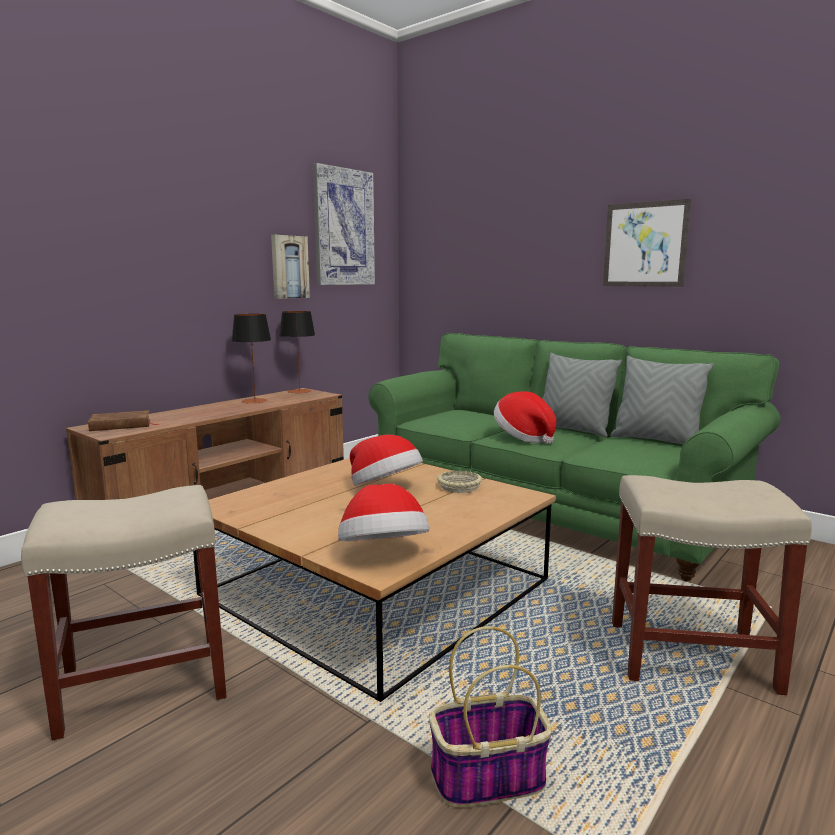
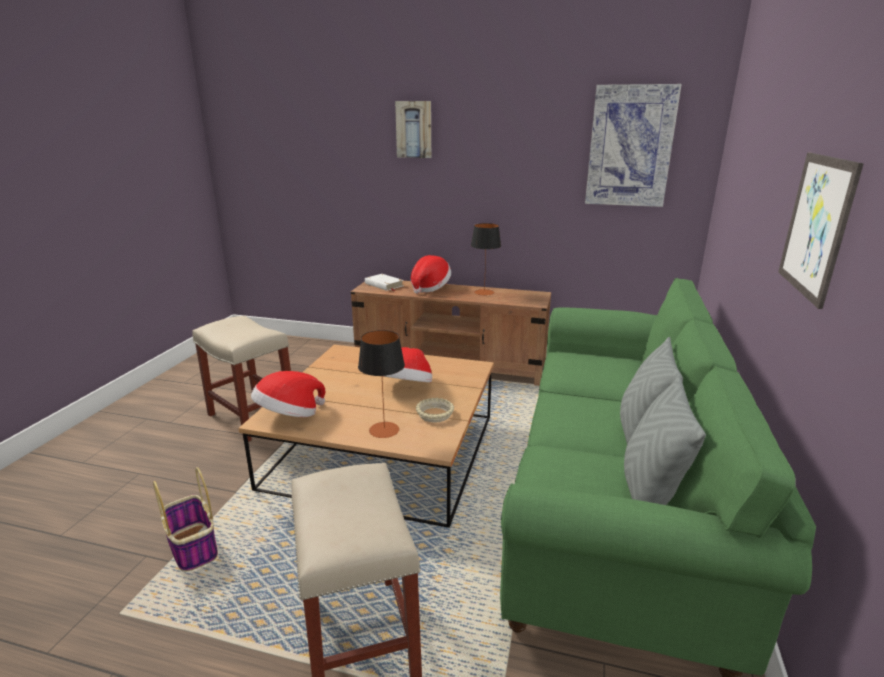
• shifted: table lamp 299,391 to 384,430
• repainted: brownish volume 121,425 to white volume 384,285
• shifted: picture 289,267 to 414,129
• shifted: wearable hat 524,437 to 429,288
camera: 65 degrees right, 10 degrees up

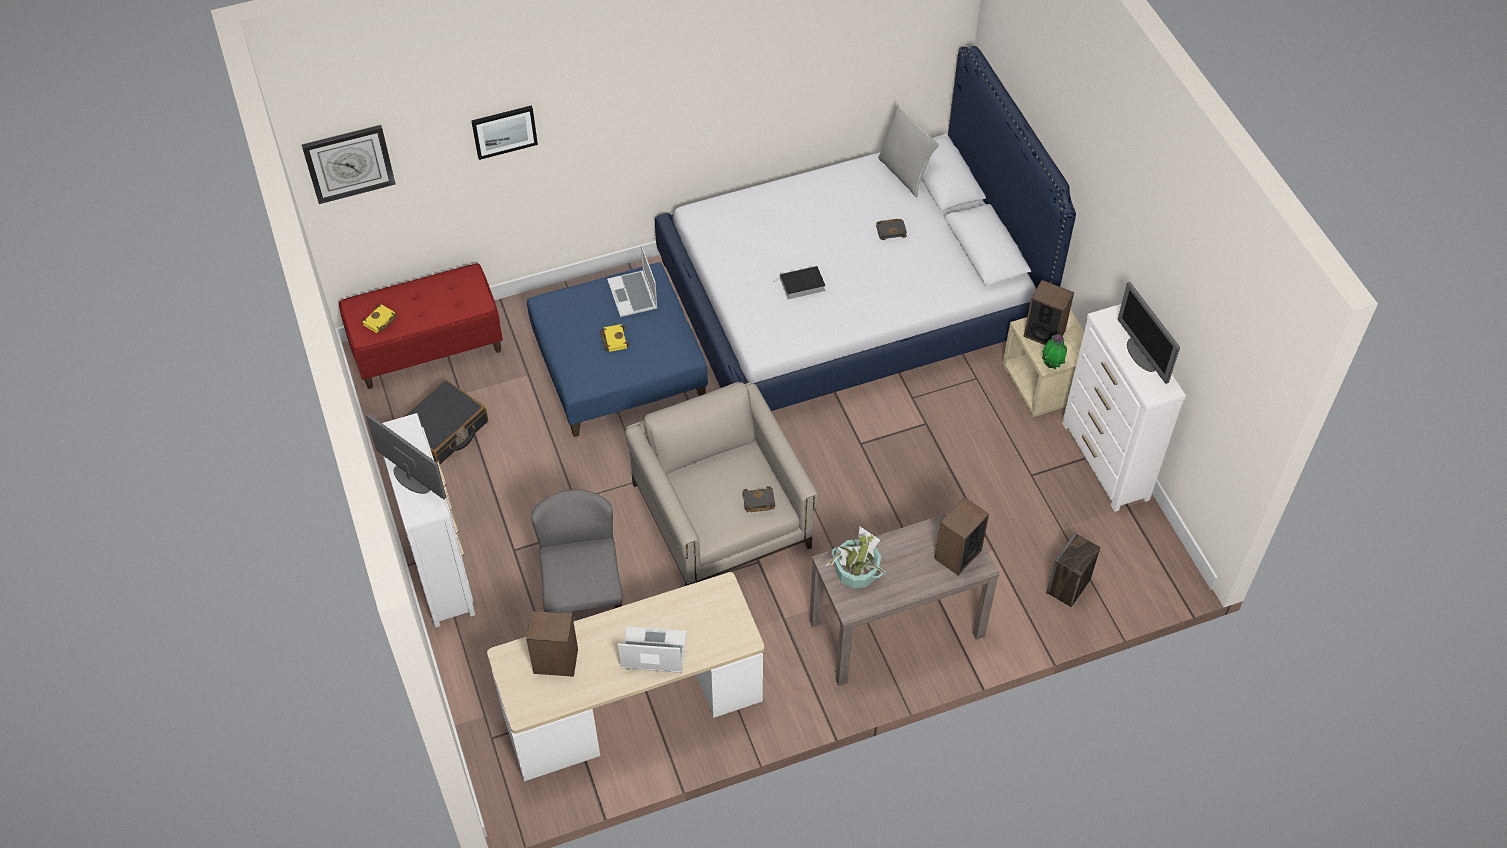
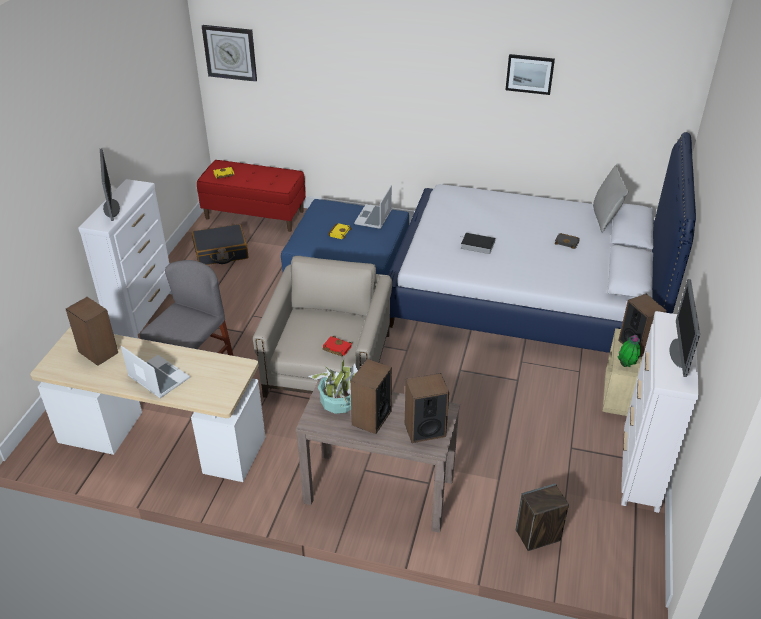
• repainted: black volume 758,502 to red-coloured volume 336,348
• new: speaker 371,418
• shifted: picture 504,131 to 529,74
camera: 35 degrees right, 15 degrees down

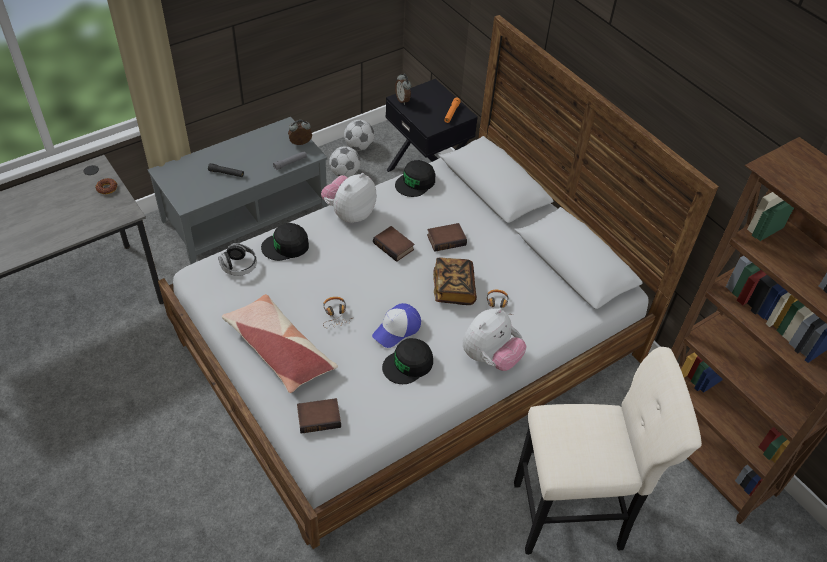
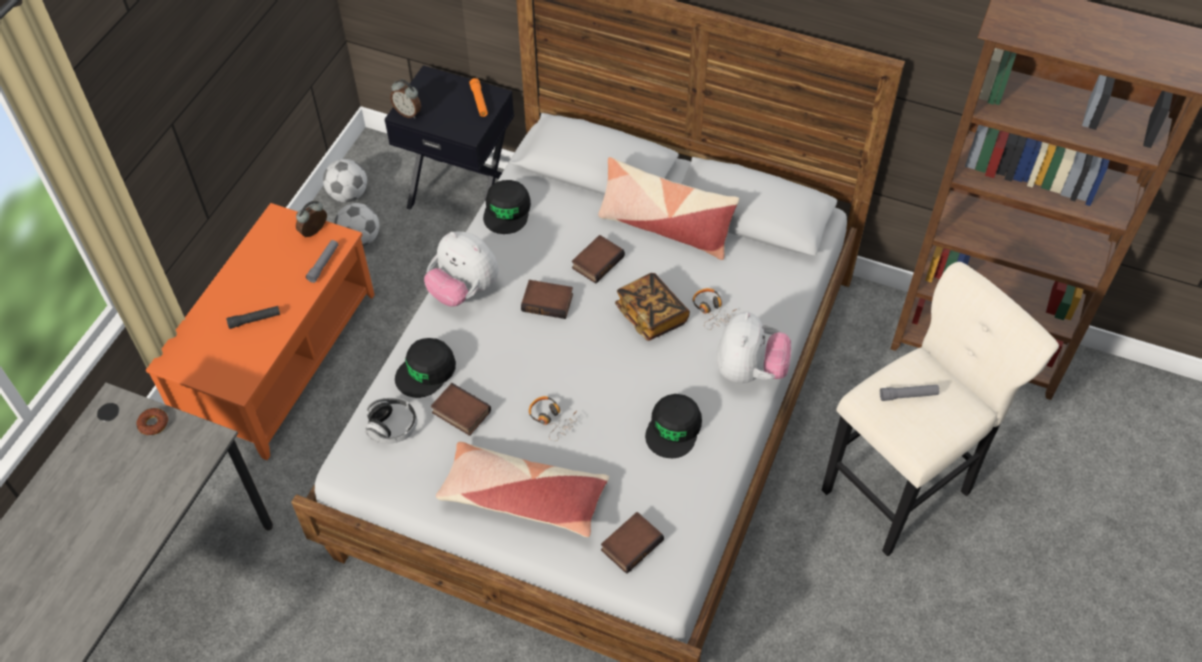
• repainted: greyish coffee table 246,215 to orangey coffee table 281,358
• rotated: plush toy 349,214 = 464,290 60 degrees counterclockwise
• new: volume 459,412
• new: throw pillow 665,227
• new: greyish flashlight 908,395
• gone: cap 397,329
camera: 30 degrees left, 5 degrees up

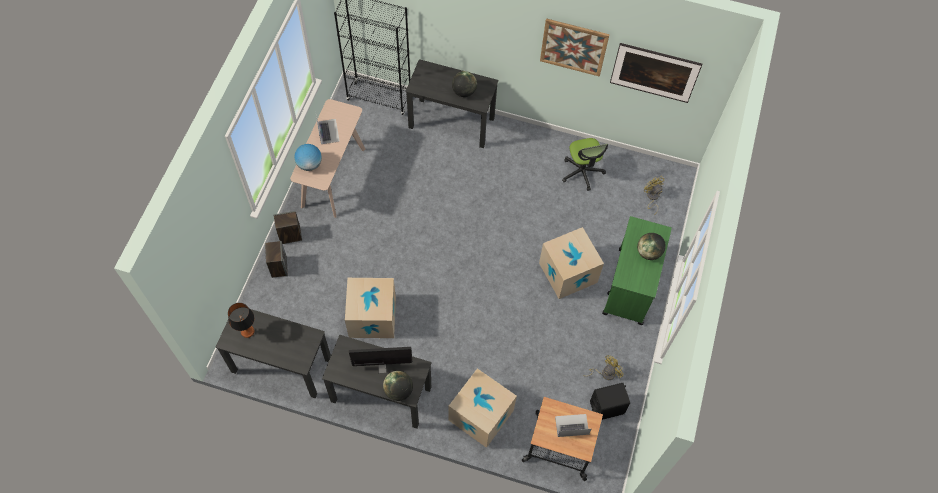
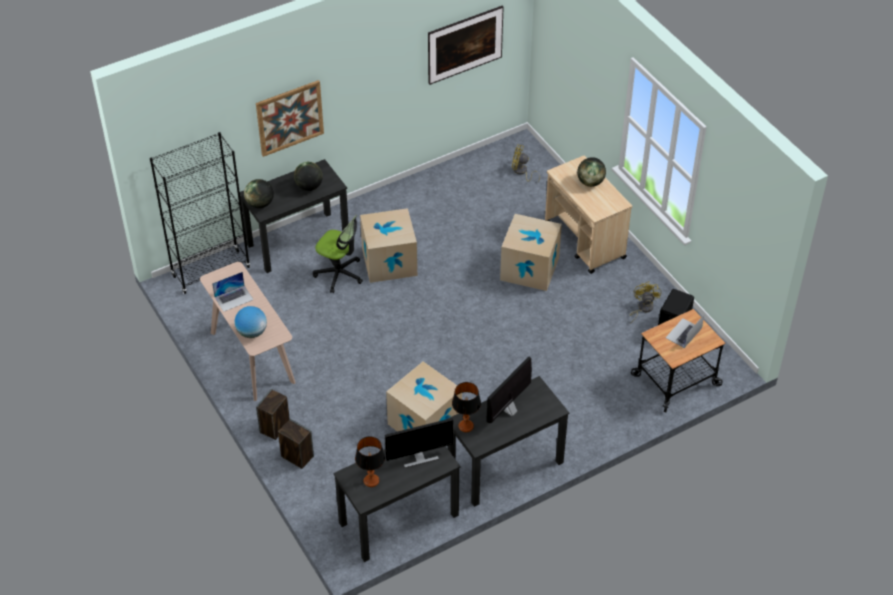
• rotated: portable computer 328,131 = 234,298 120 degrees clockwise
• shifted: world globe 398,390 to 260,204
• shifted: picture 573,47 to 290,118
• shifted: office chair 582,172 to 339,274
• shifted: cardboard box 481,415 to 389,262
• new: monitor 419,457
• new: table lamp 466,426
• repainted: green wheeled cart 630,287 to beige-coloured wheeled cart 585,241
camera: 45 degrees left, 15 degrees down

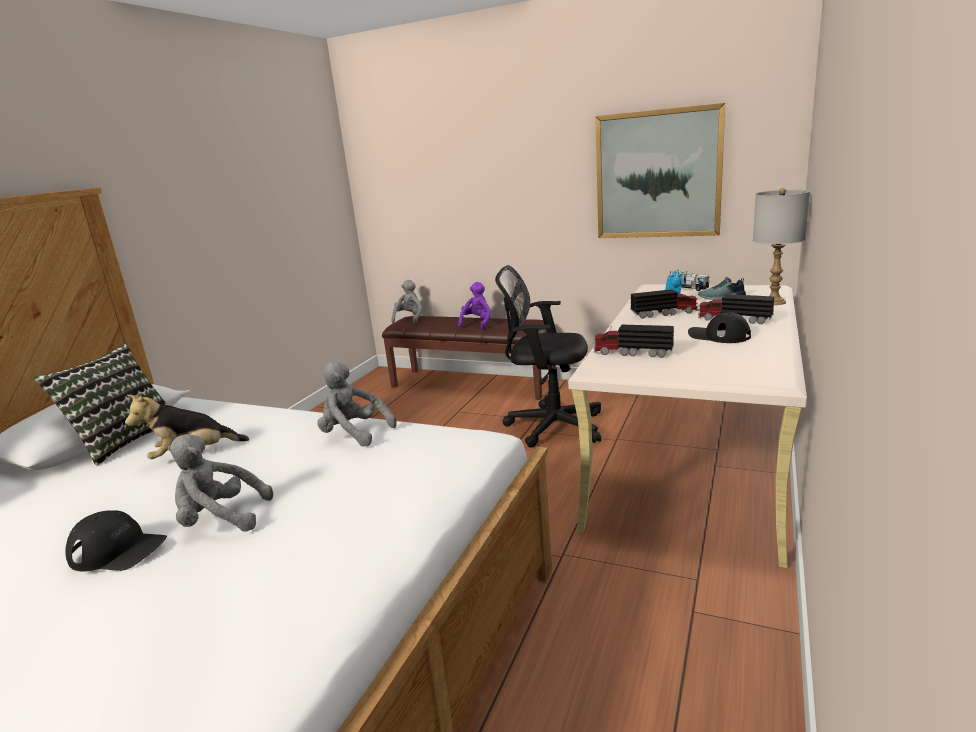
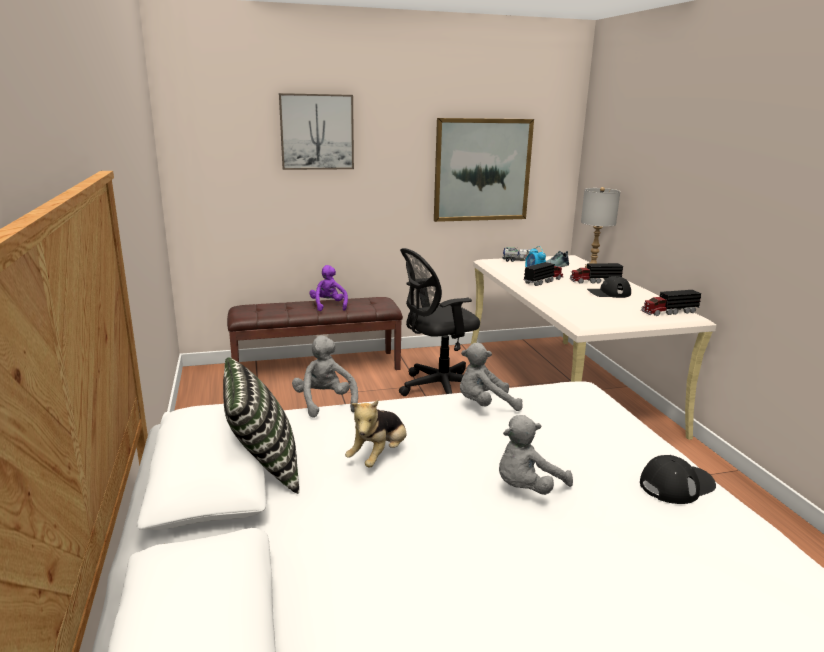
• new: picture 317,132
• shifted: greyish plush toy 409,319 to 325,403
• shifted: black cap 118,550 to 676,485
• shifted: toy lorry 632,352 to 668,312
camera: 40 degrees left, 0 degrees up

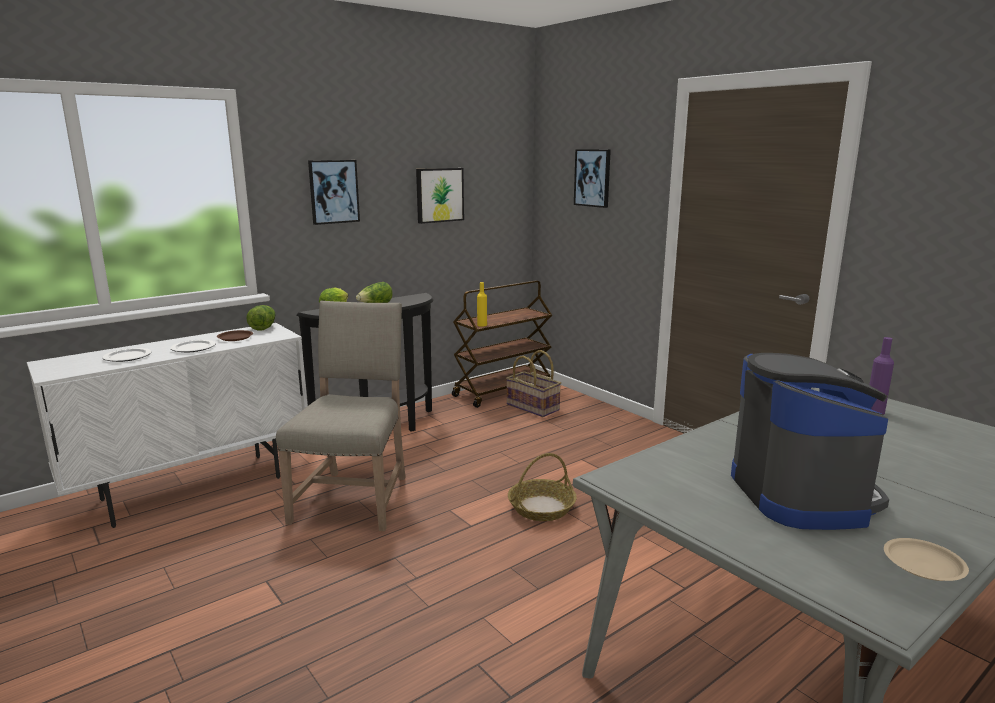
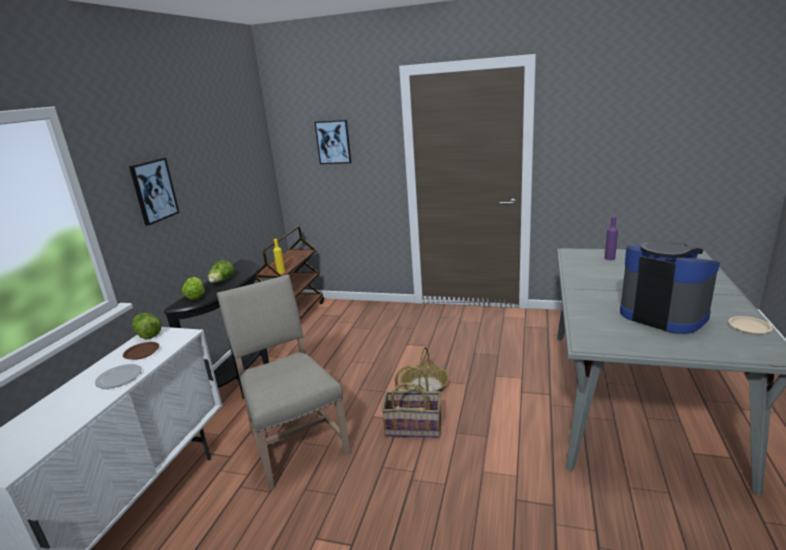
• shifted: household basket 533,407 to 414,427
• gone: flat dish 128,357
• gone: picture 439,195
camera: 35 degrees left, 5 degrees up

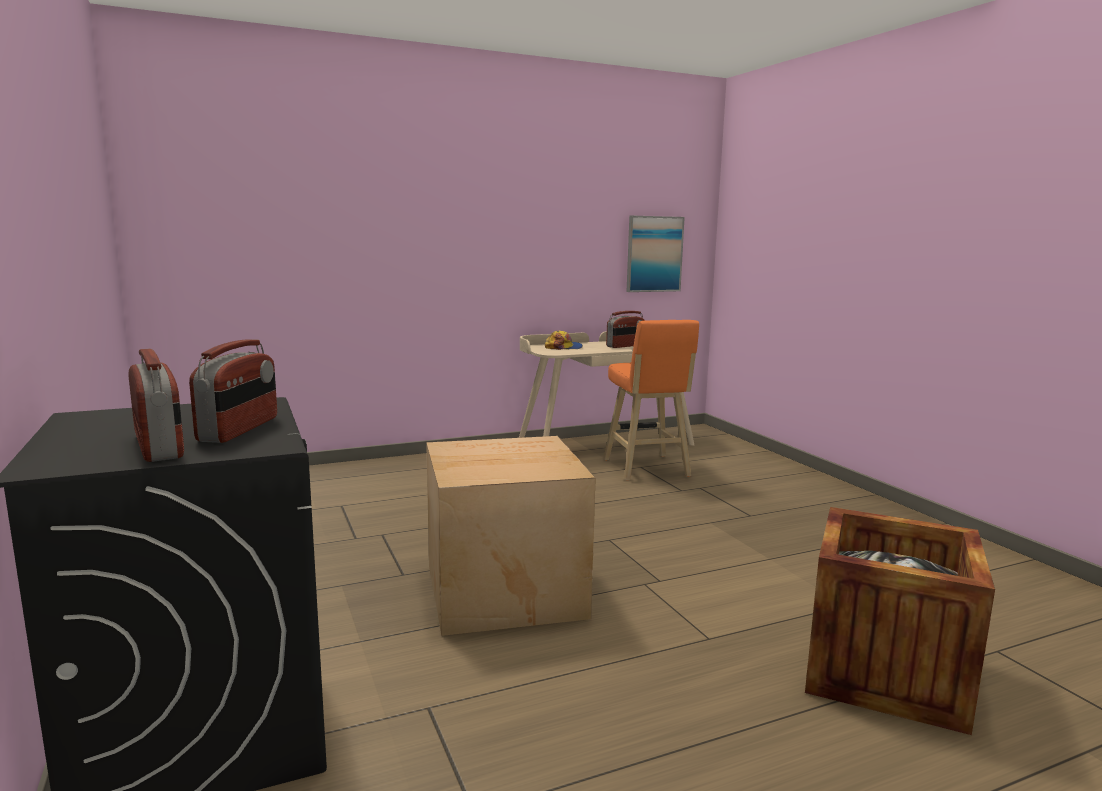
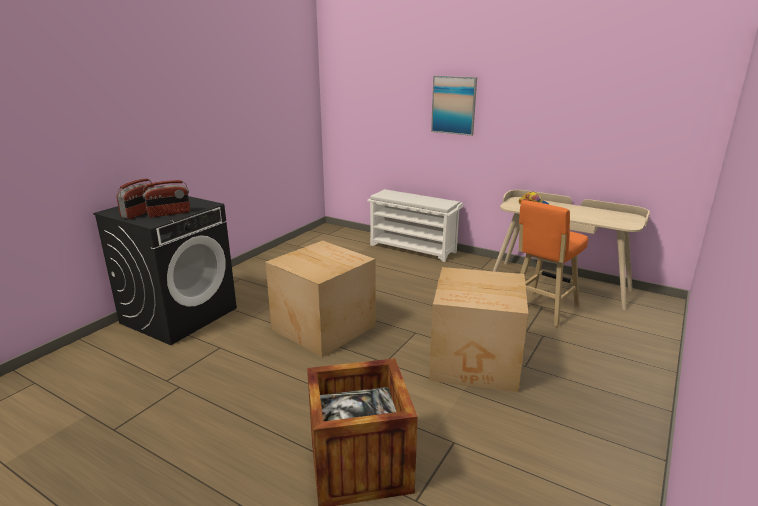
• new: white shoe rack 413,248
• new: cardboard box 476,362
• shifted: picture 654,254 to 454,105
• gone: radio receiver 625,346
camera: 55 degrees right, 10 degrees up

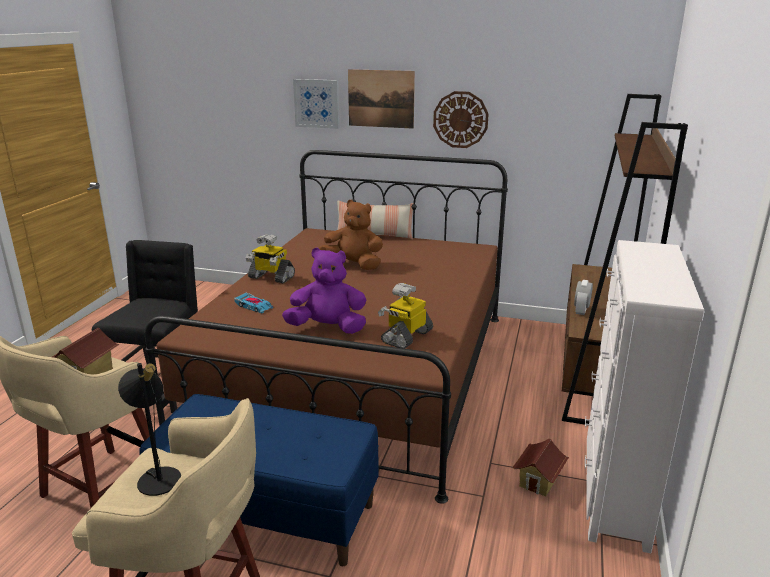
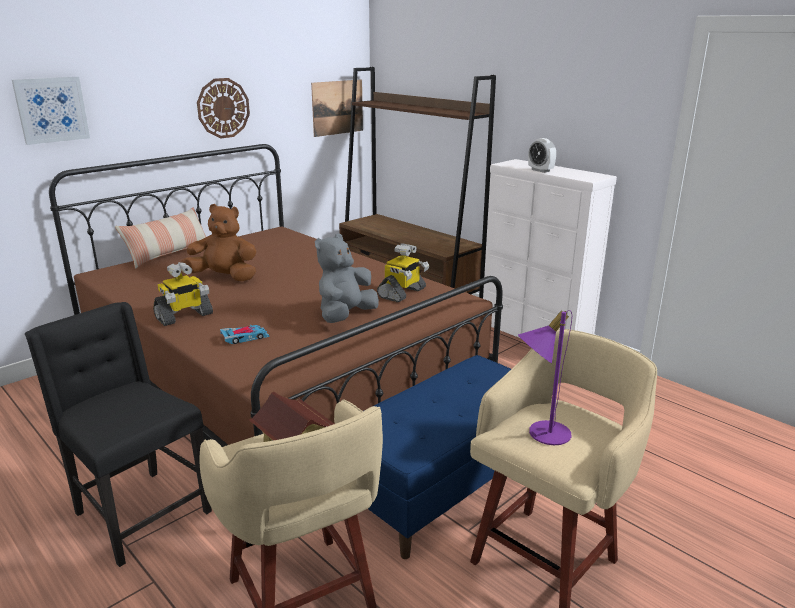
• rotated: brownish plush toy 353,265 = 224,277 45 degrees clockwise
• shifted: picture 381,98 to 337,107
• repainted: purplish plush toy 328,328 to greyish plush toy 345,316
• rotated: toy robot 406,336 = 402,293 120 degrees counterclockwise
• repainted: black table lamp 158,476 to purplish table lamp 541,432
• shifted: bedside clock 581,311 to 540,170
• gone: model house 538,482
camera: 60 degrees left, 0 degrees up

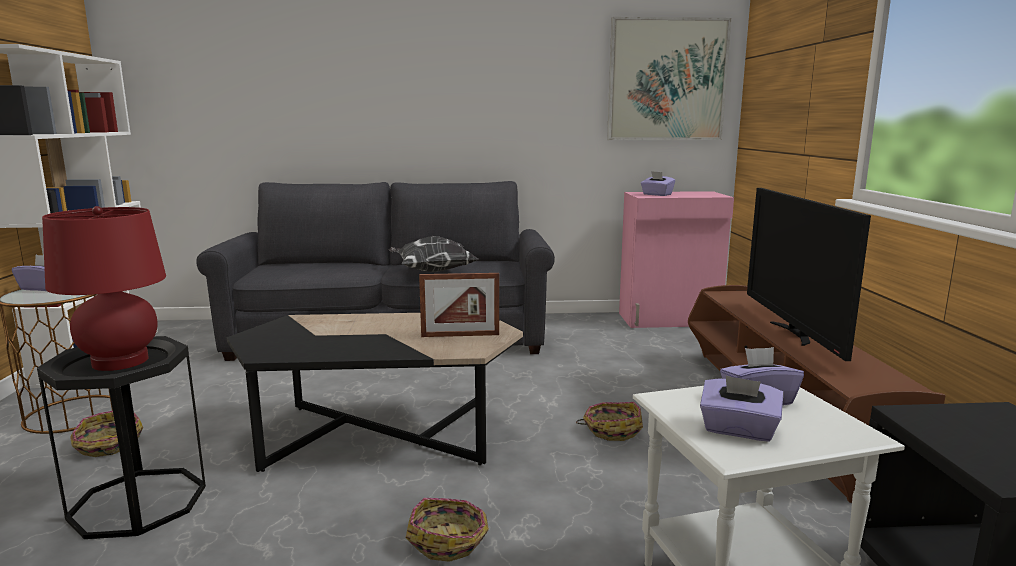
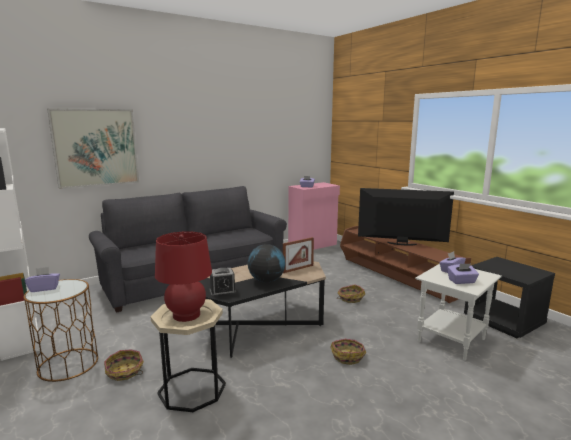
• shifted: picture 667,80 to 96,147
• repainted: black accent table 138,502 to beige-coloured accent table 192,389
• new: bedside clock 222,292
• new: world globe 266,281
• rotated: TV 793,333 = 401,244 135 degrees clockwise
• gone: throw pillow 432,272
camera: 30 degrees left, 0 degrees up

